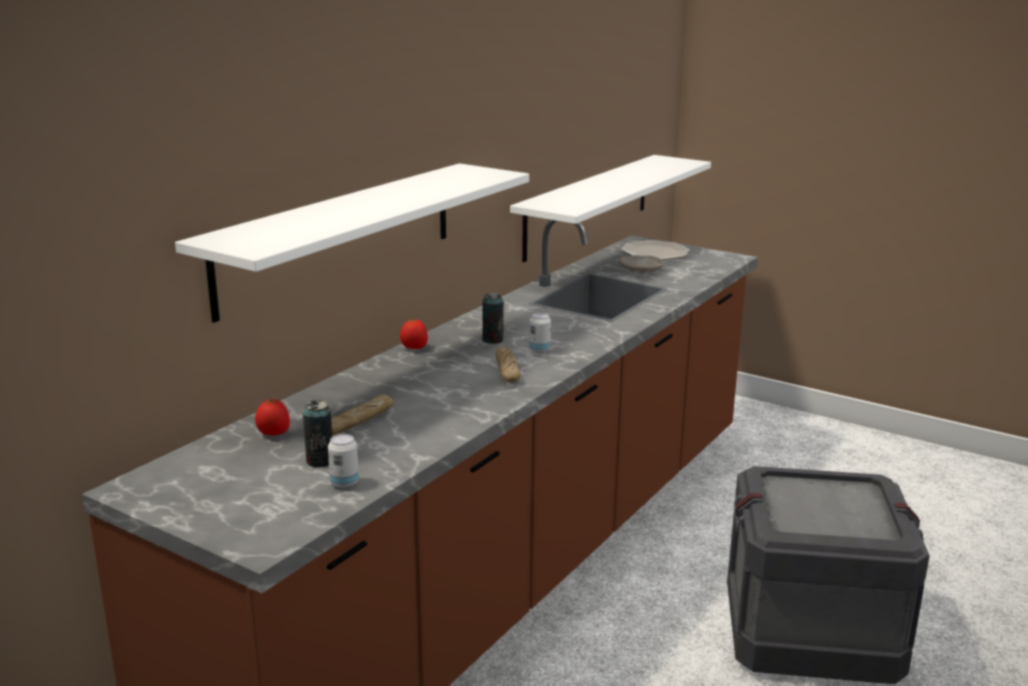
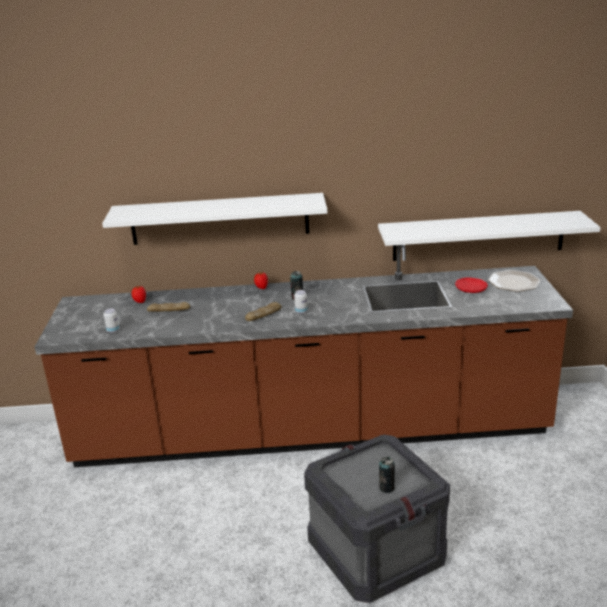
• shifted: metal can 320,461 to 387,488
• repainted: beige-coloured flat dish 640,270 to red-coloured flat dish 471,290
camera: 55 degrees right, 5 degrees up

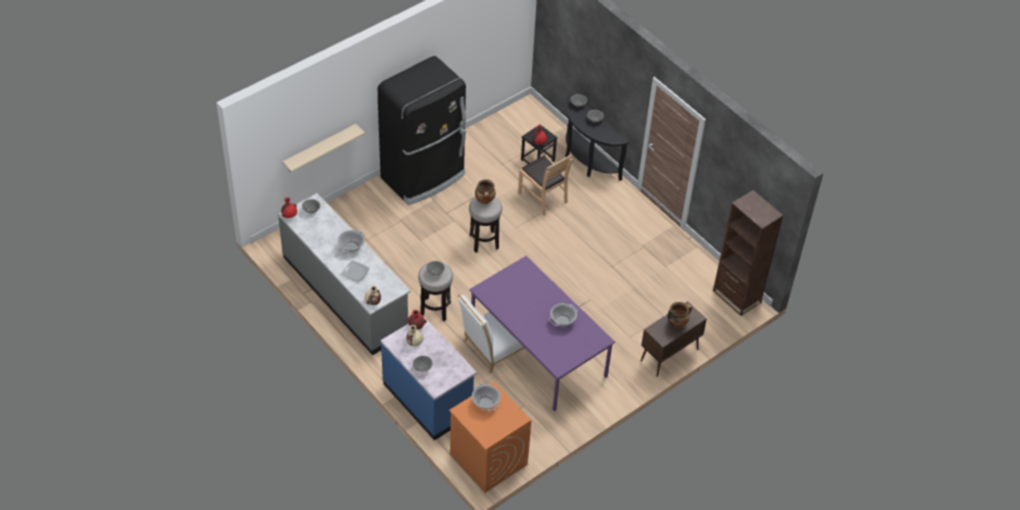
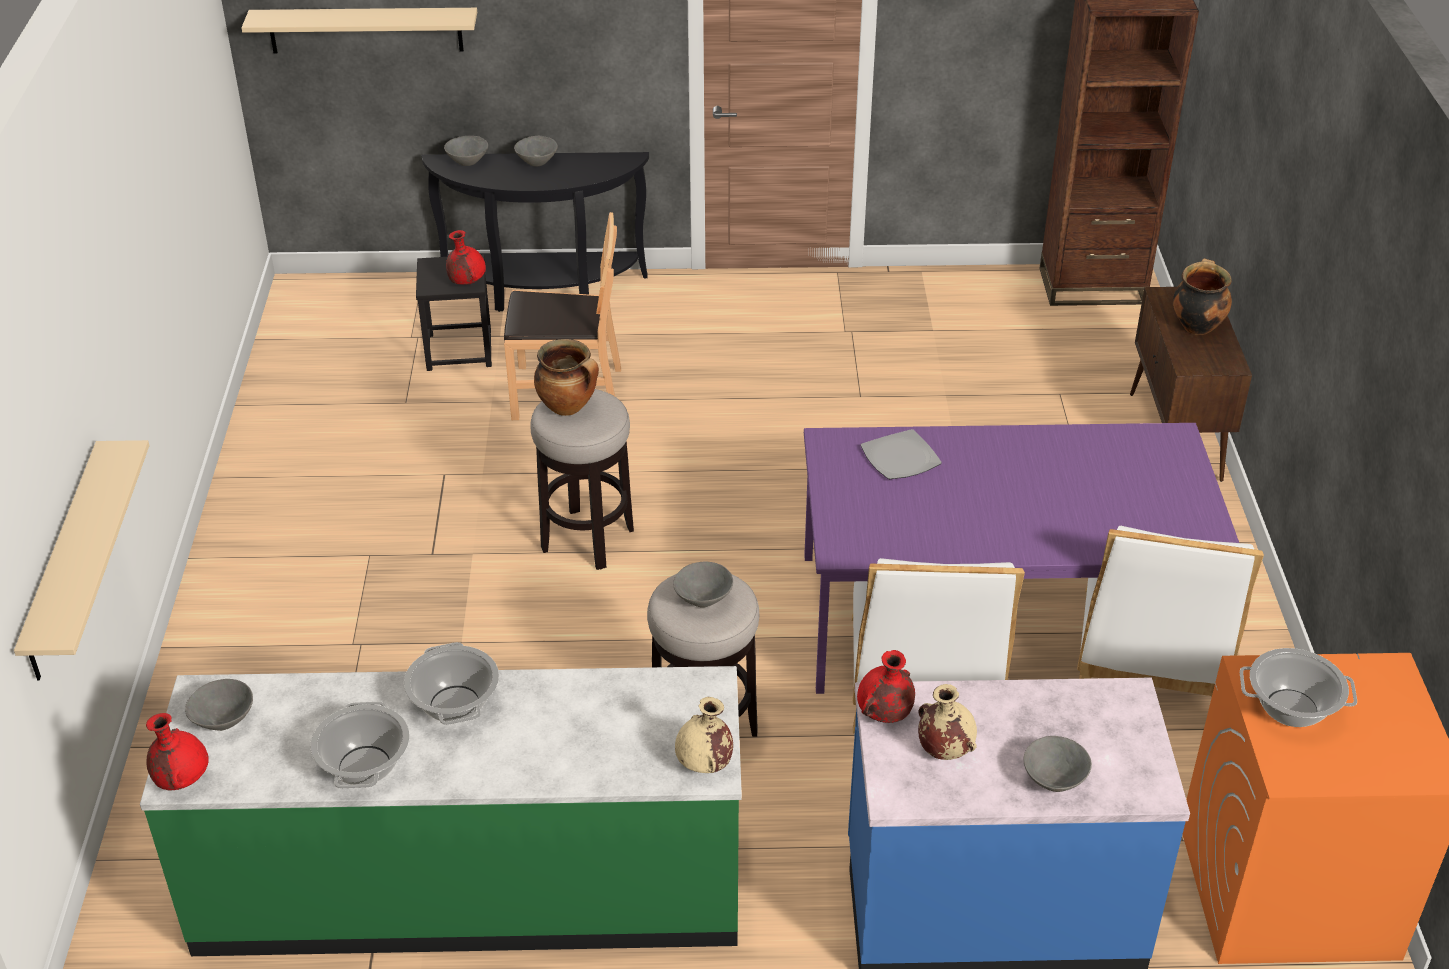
• repainted: greyish counter 345,294 to green counter 471,886
• new: beige-coloured wall shelf 365,30
• shifted: cooking pot 562,320 to 364,765
• shifted: flat dish 355,272 to 900,457
• new: white upright chair 1149,662
• gone: black kitchen fridge 424,176
camera: 50 degrees left, 10 degrees down

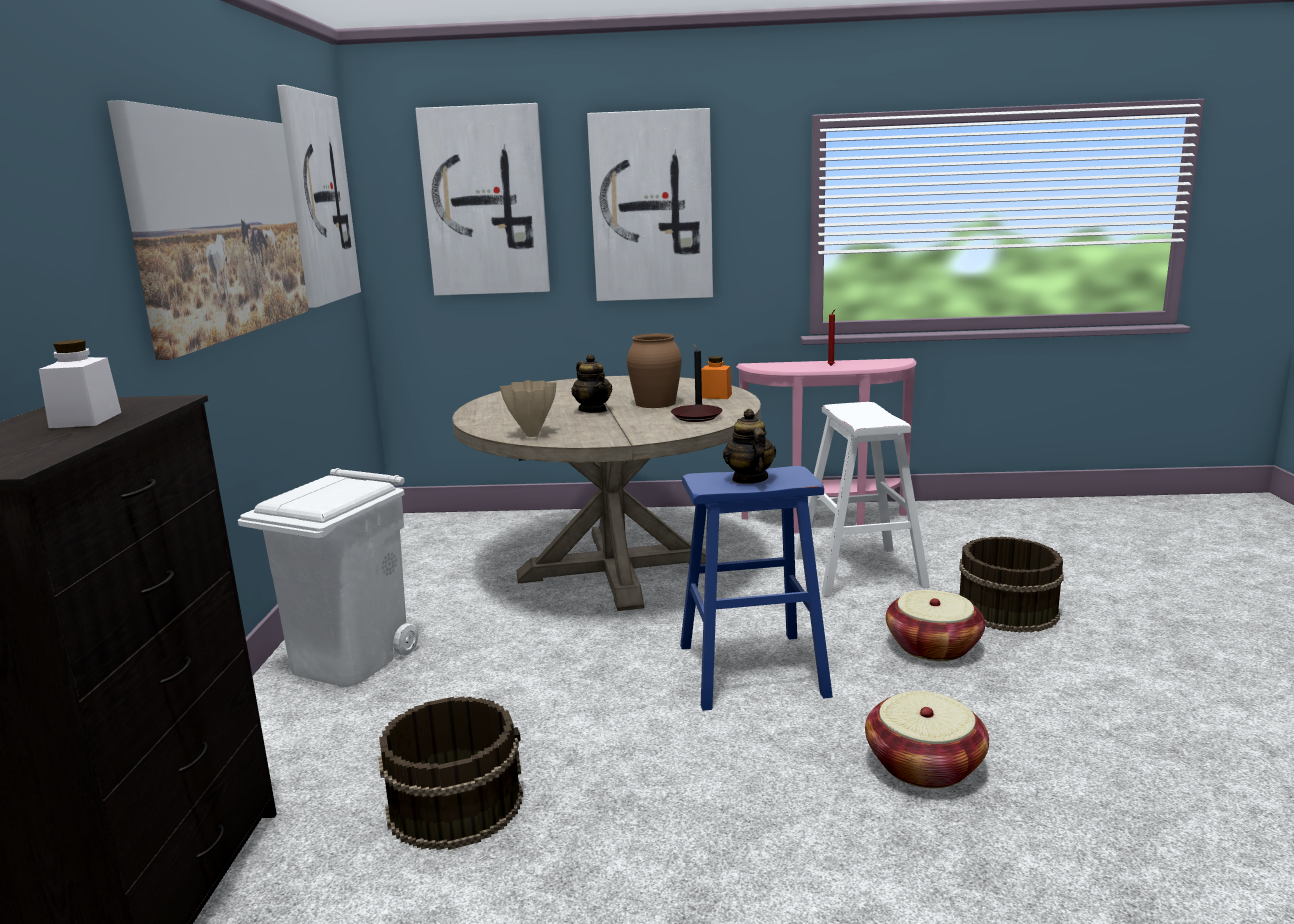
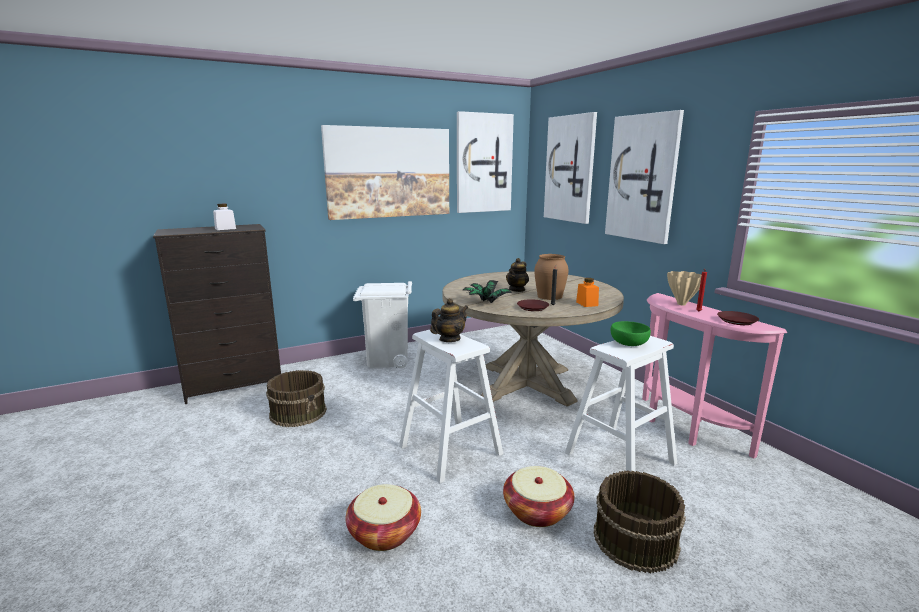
• repainted: bluish stool 751,670 to white stool 450,450
• new: plant in a pot 487,303
• new: green bowl 628,343
• shifted: beige-coloured flower vase 532,435 to 681,304
• new: brownish flat dish 737,321
camera: 60 degrees right, 0 degrees up

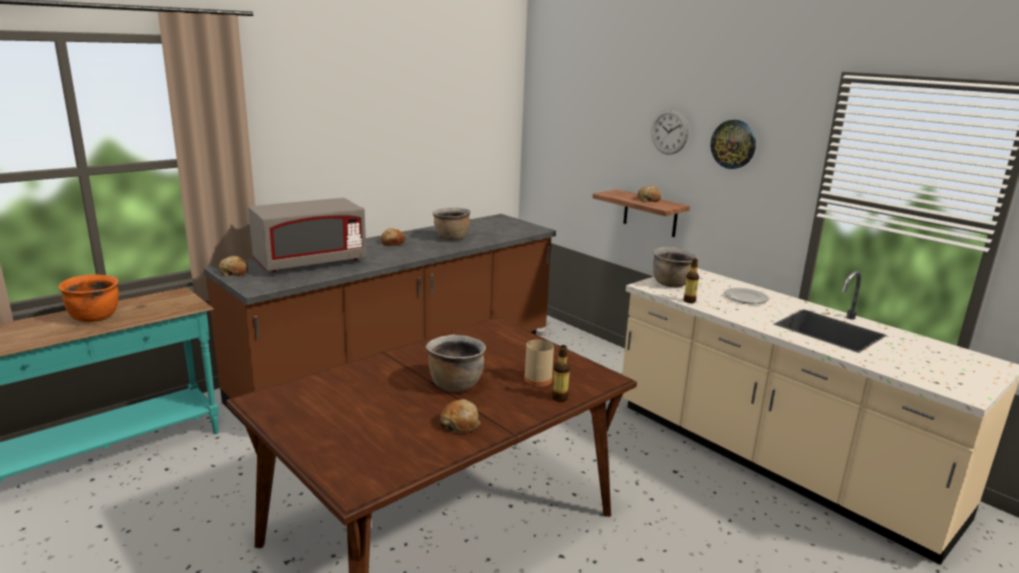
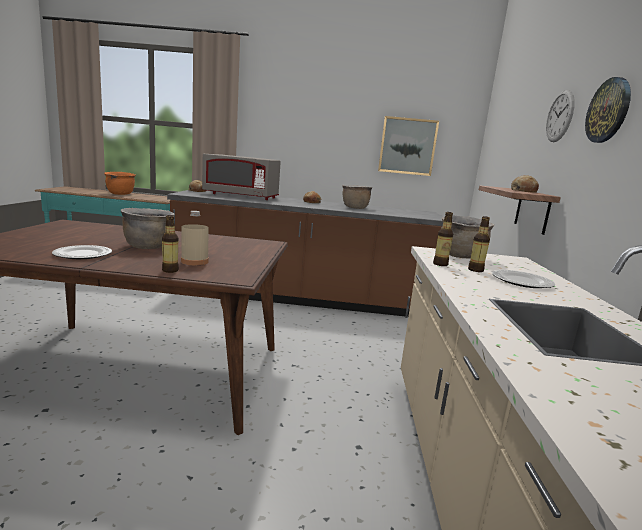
• swapped: bakery bread 460,424 to flat dish 82,254
• new: picture 407,146
• new: bottle 475,270
camera: 45 degrees right, 5 degrees down

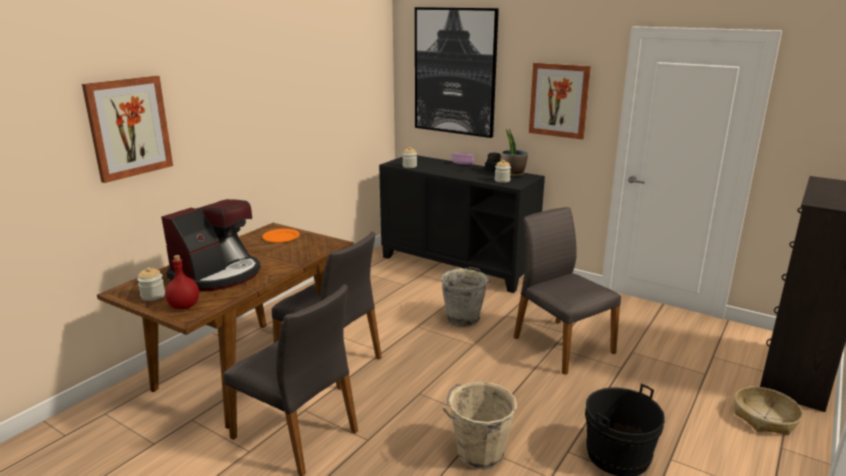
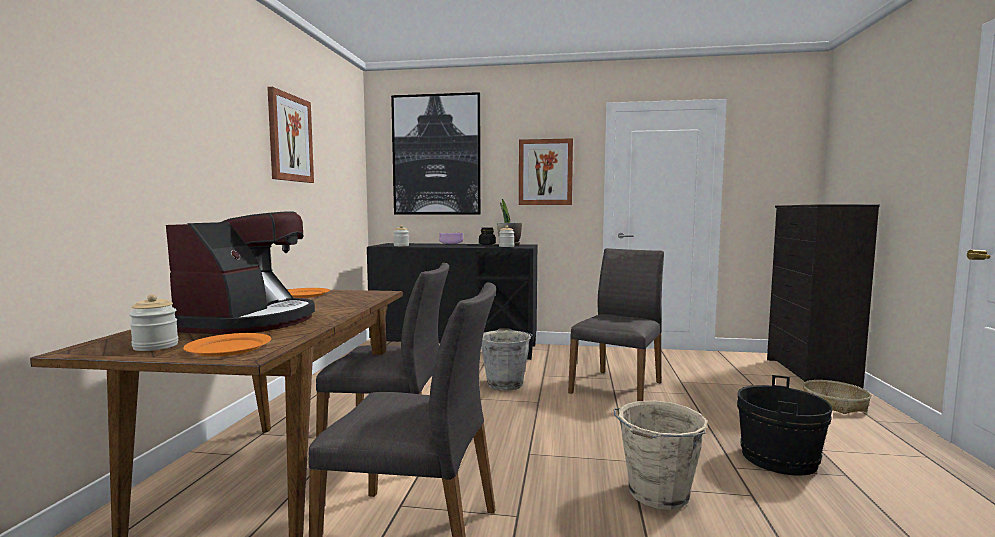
• swapped: red-coloured bottle 185,306 to orangey flat dish 229,348
• shifted: picture 129,127 to 290,138
• rotated: greyish upright chair 561,345 = 618,387 90 degrees clockwise
camera: 25 degrees left, 15 degrees down

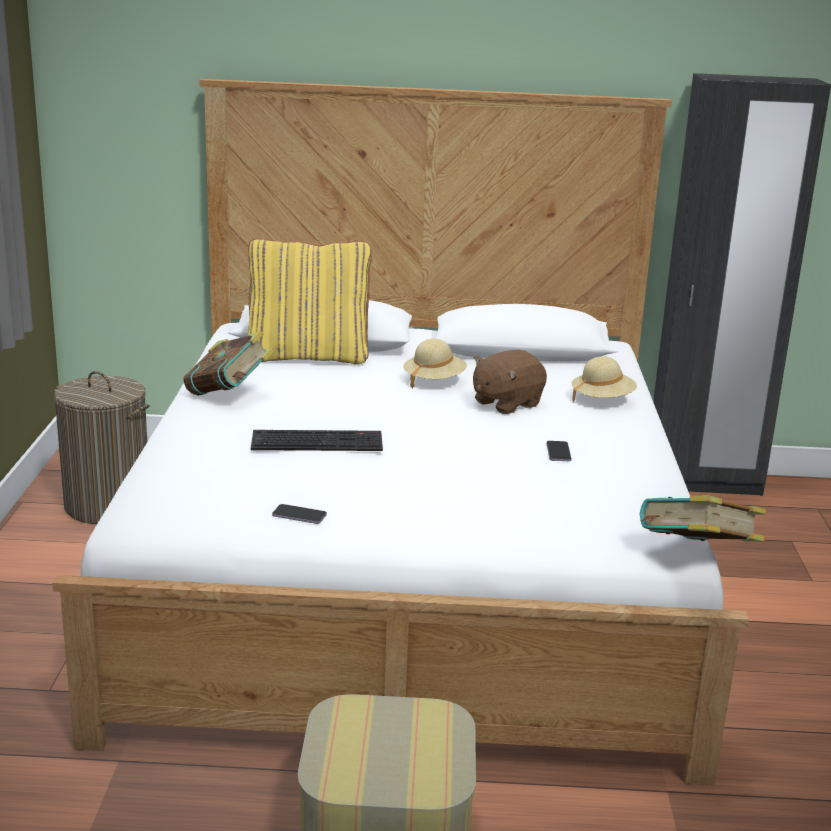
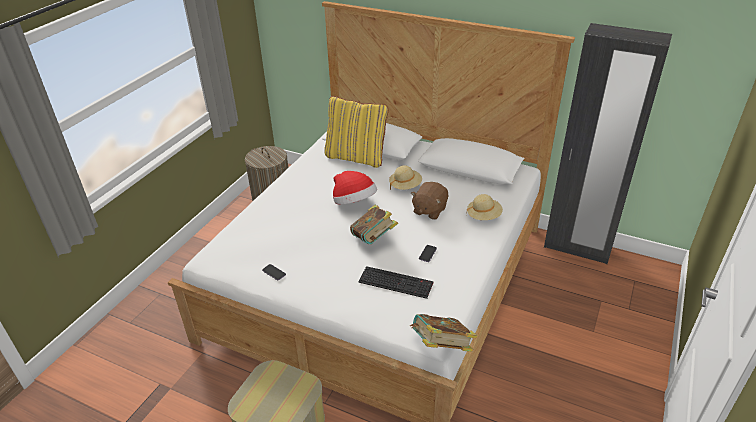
• new: wearable hat 354,203
• shifted: volume 229,395 to 373,239
• shifted: PC keyboard 318,441 to 397,282
• rotated: brownish plush toy 506,403 = 429,210 45 degrees counterclockwise
camera: 25 degrees right, 15 degrees up

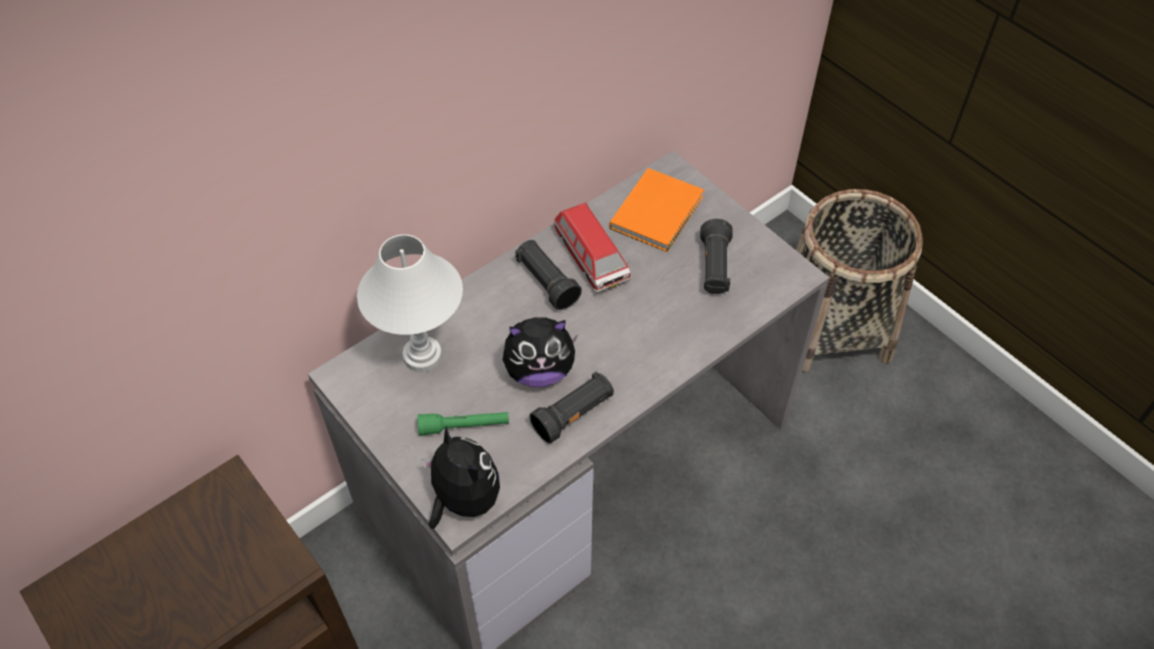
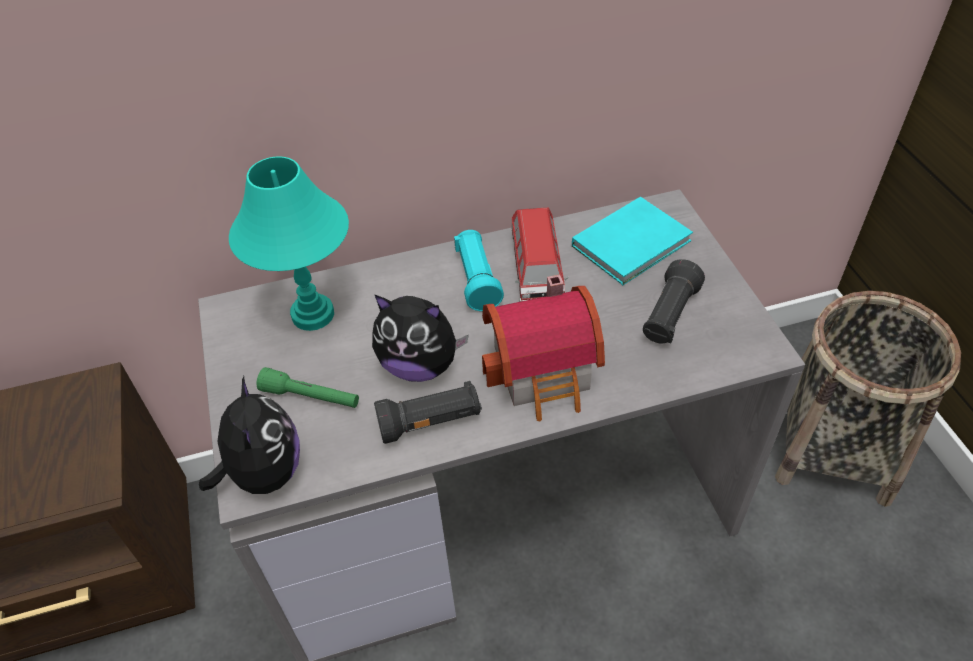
• repainted: white table lamp 421,356 to turquoise table lamp 312,314
• repainted: black flashlight 546,282 to turquoise flashlight 477,280
• new: model house 545,372
• repainted: orangey volume 659,211 to turquoise volume 634,243
camera: 25 degrees right, 5 degrees down

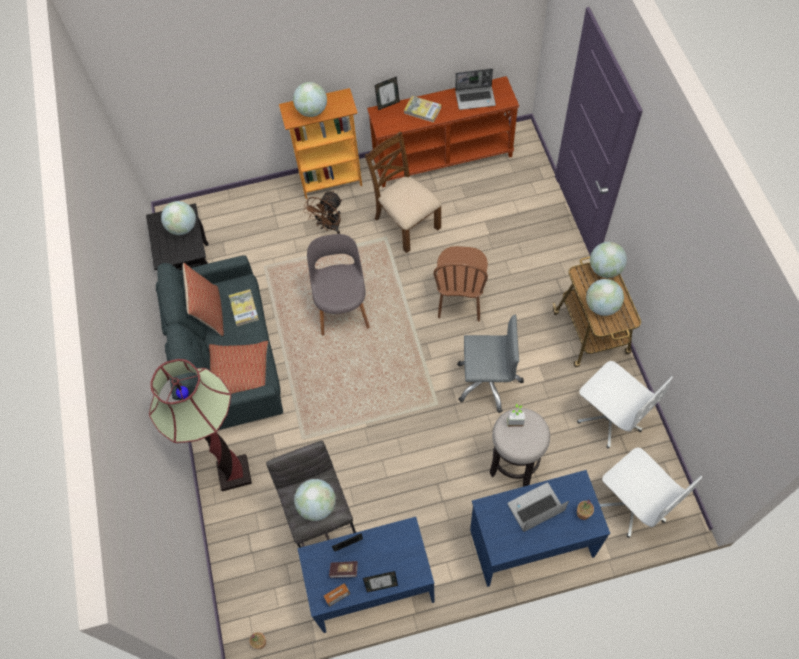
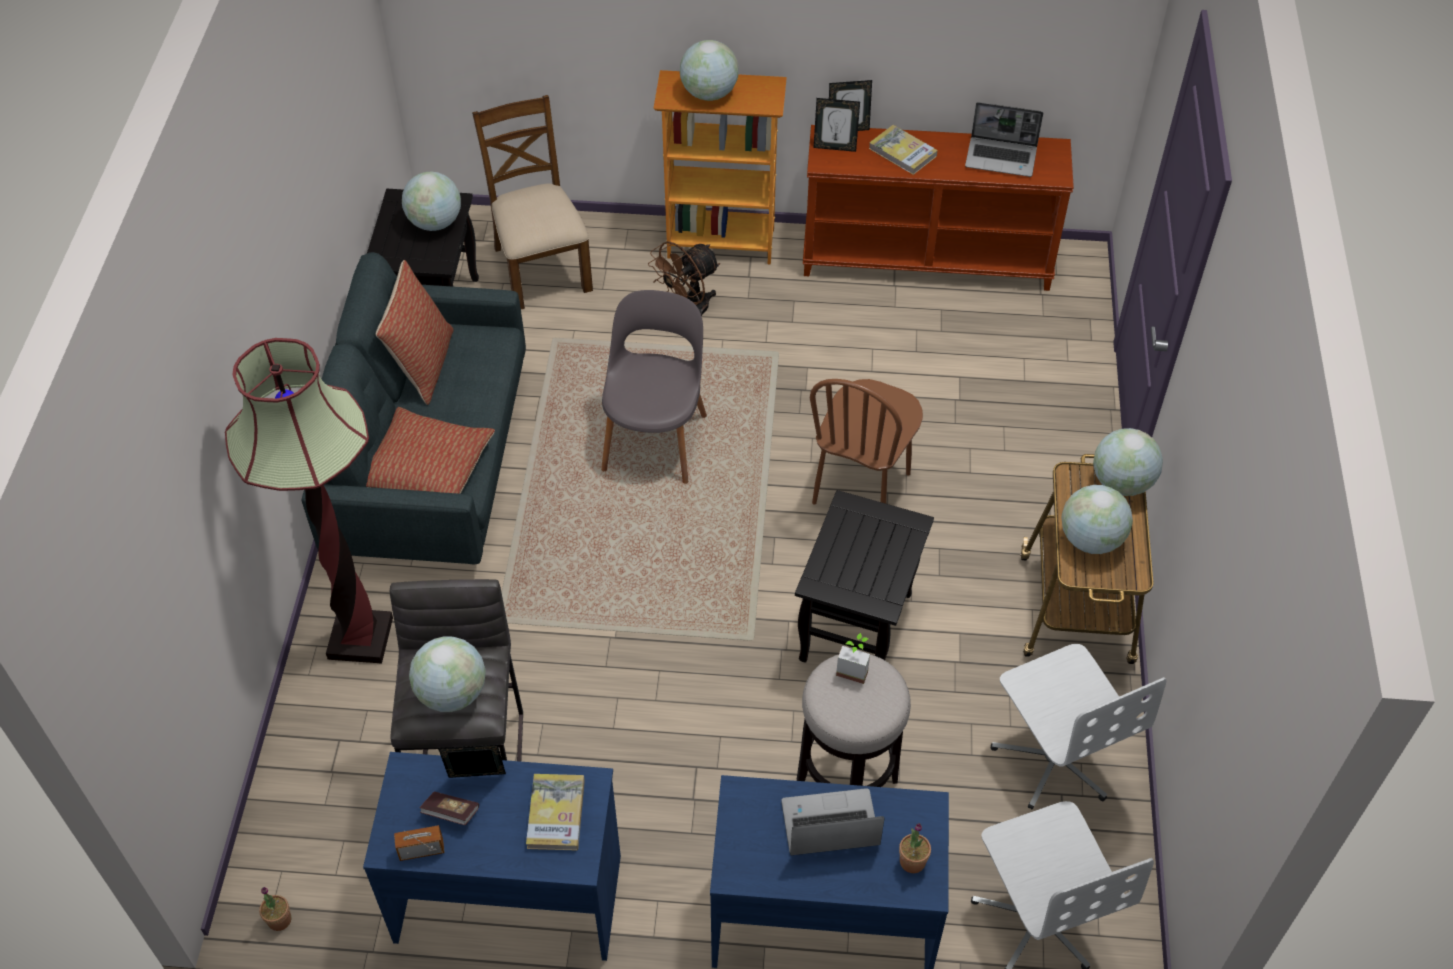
• shifted: brownish upright chair 406,223 to 541,268
• shifted: volume 244,308 to 556,814
• swapped: greyish office chair 487,381 to black accent table 856,630
• shifted: picture frame 382,586 to 835,147
camera: 15 degrees right, 10 degrees down

